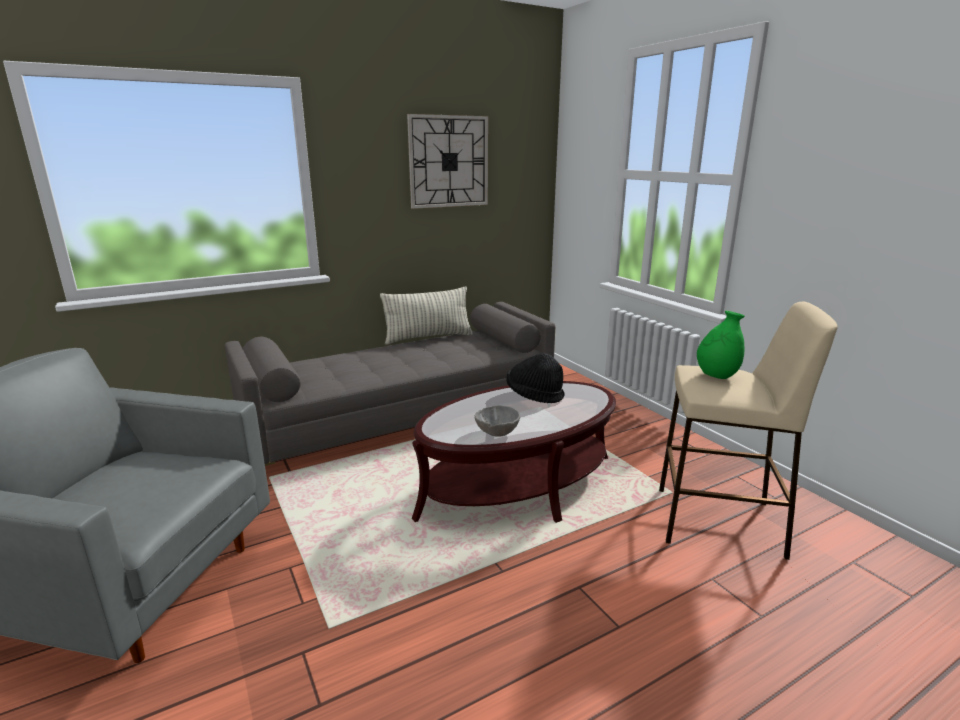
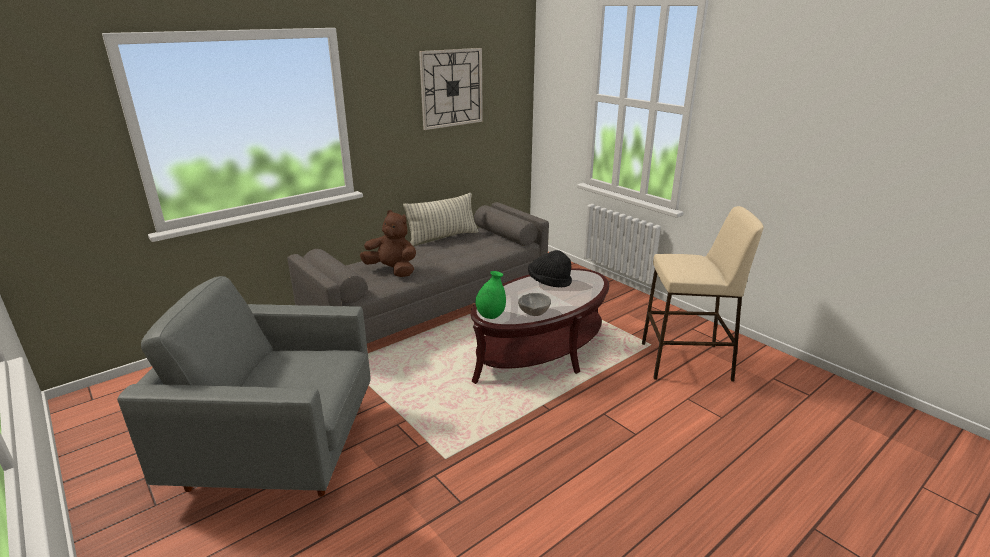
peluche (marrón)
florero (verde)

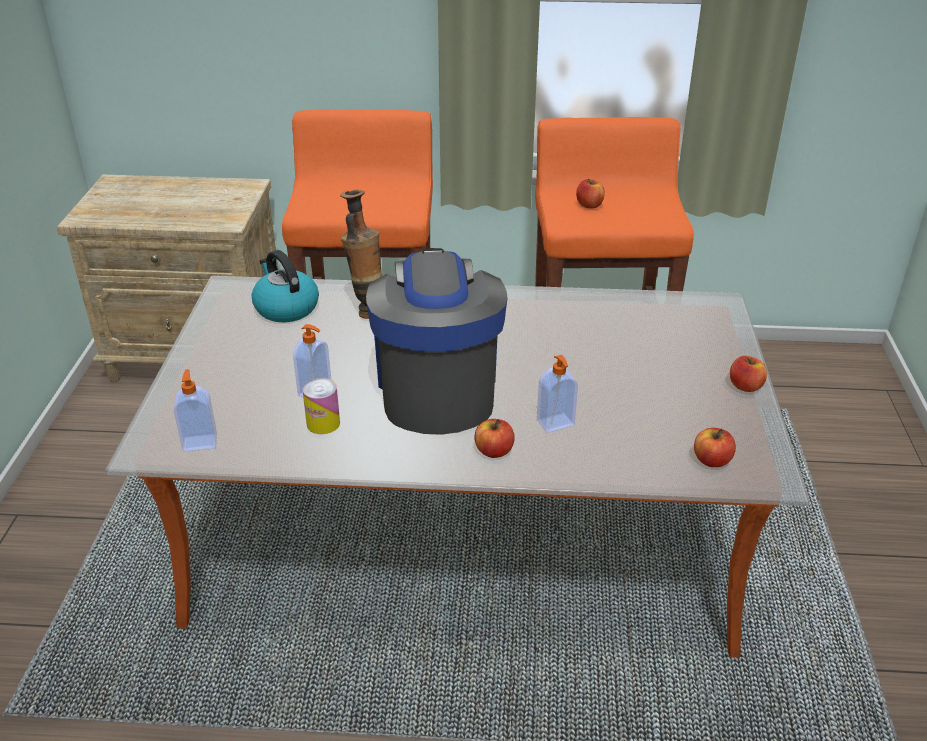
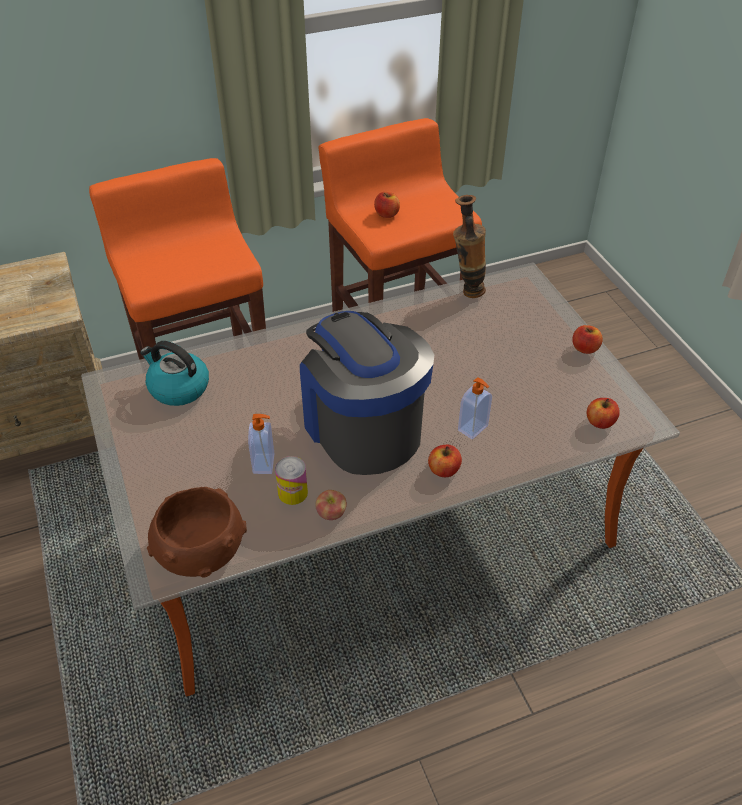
cuenco (marrón)
manzana (no. 1 from left)
florero

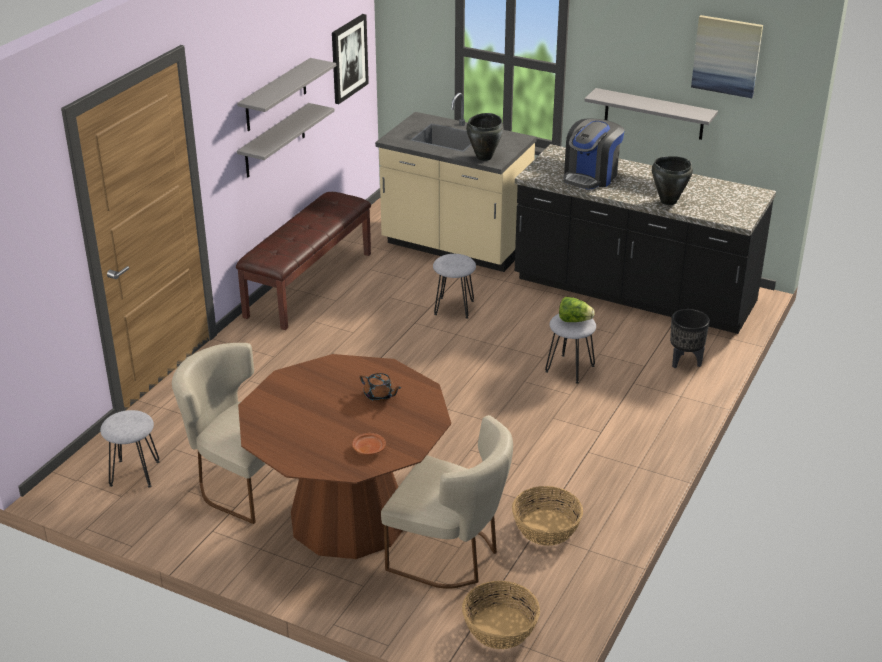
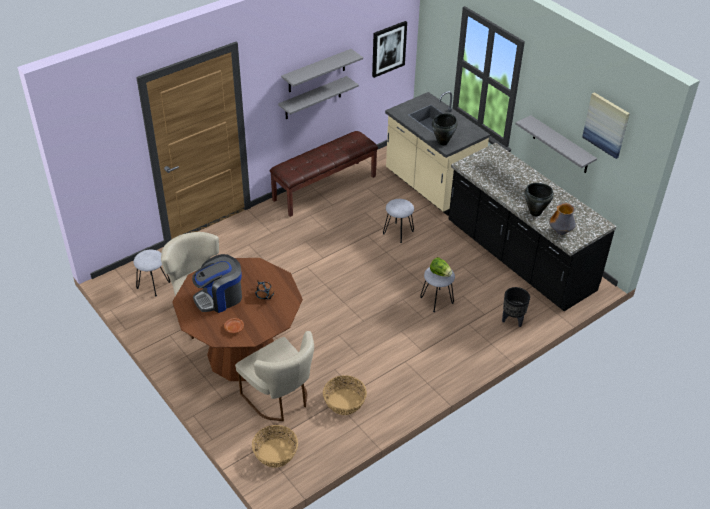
cafetera
florero

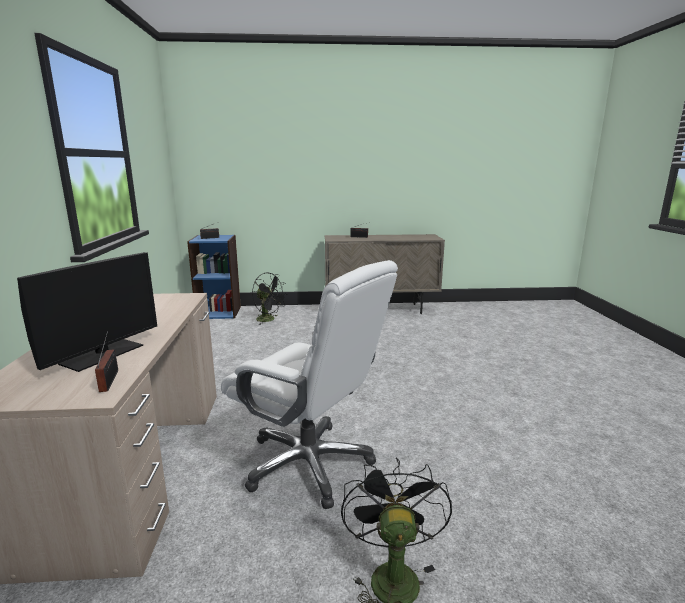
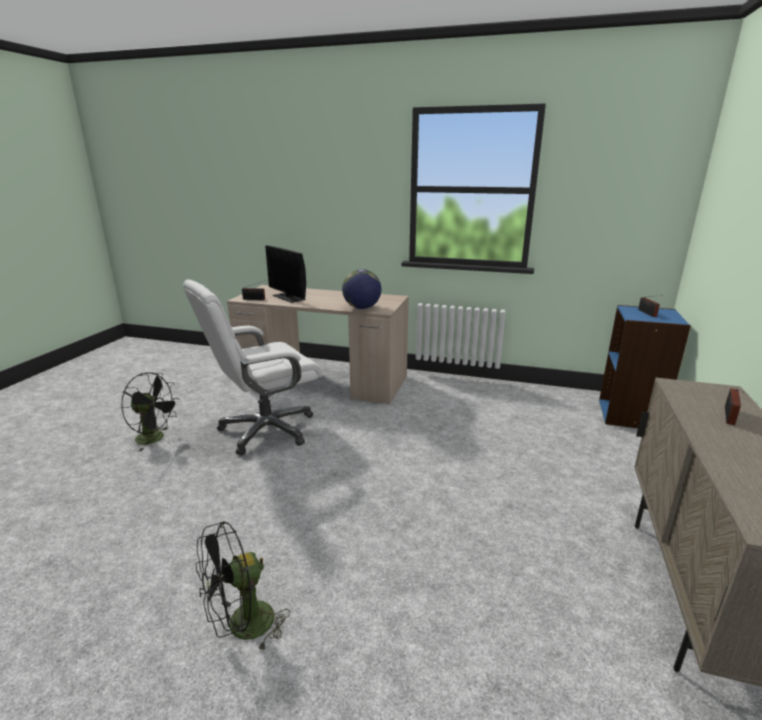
ventilador (negro) (no. 2 from left)
globo terráqueo

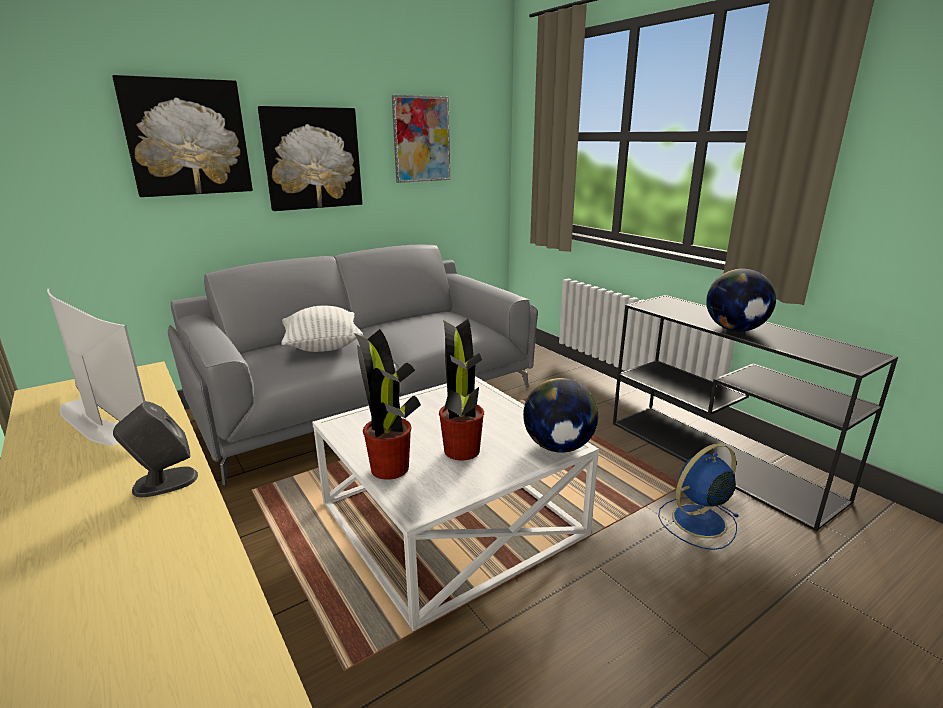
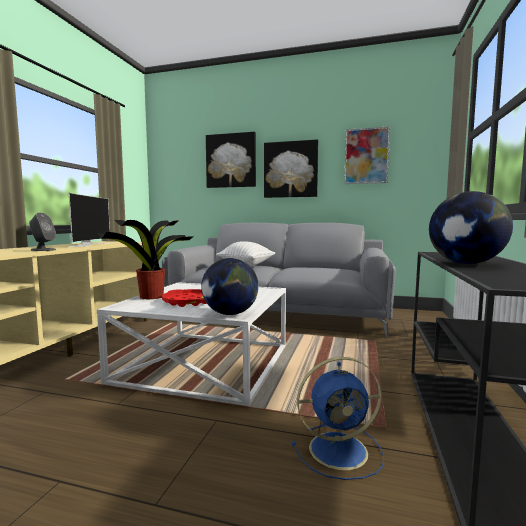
bandeja (rojo)
ventilador (azul)

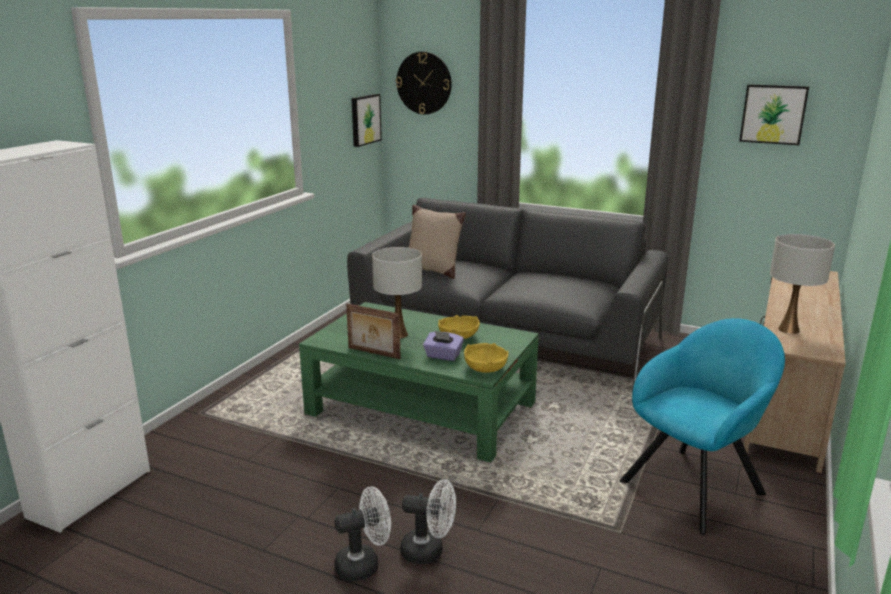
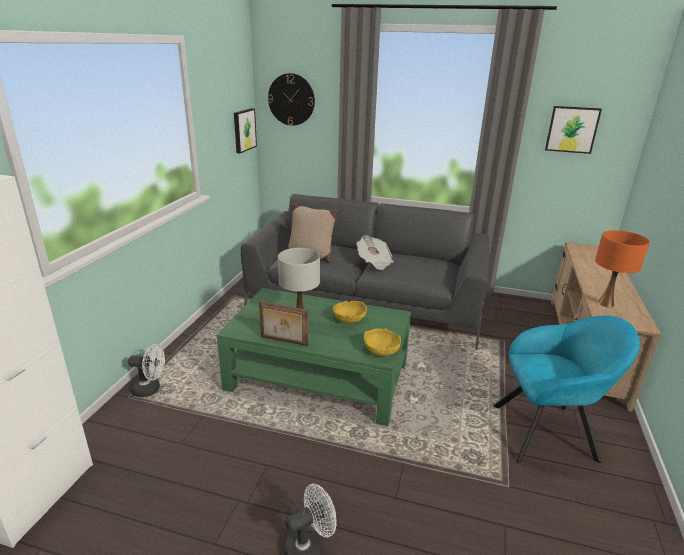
ventilador (blanco) (no. 1 from left)
periódico
sillón (turquesa)
lámpara de mesa (naranja)
caja de pañuelos (morado)

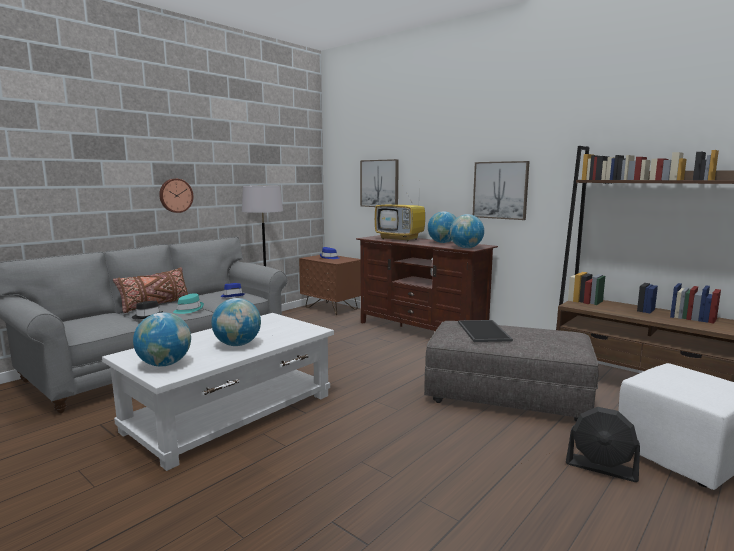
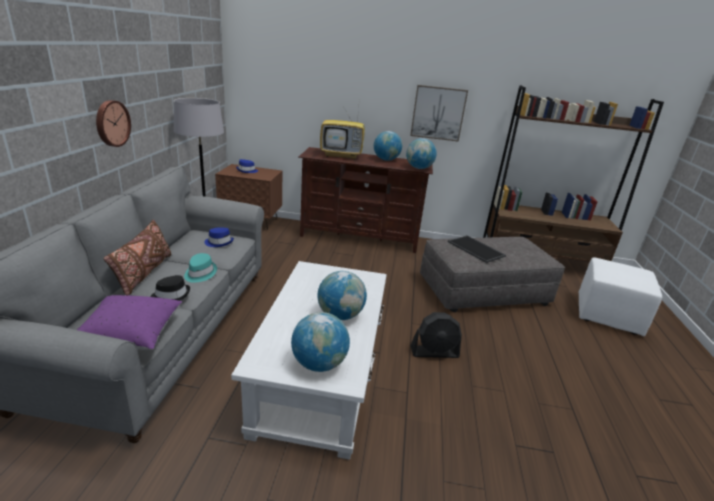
cojín (morado)
ventilador (negro)
cuadro (no. 1 from left in the first image)

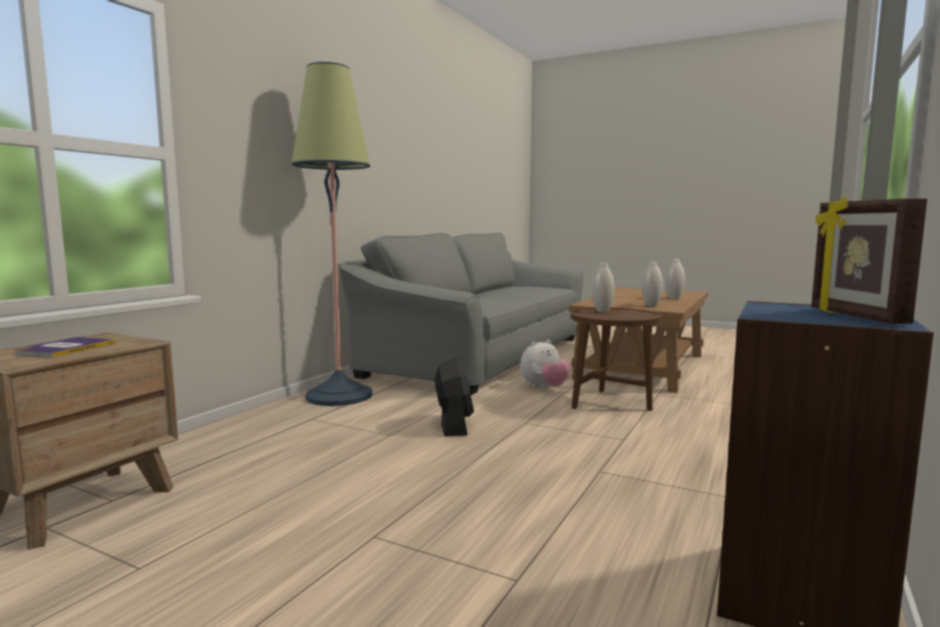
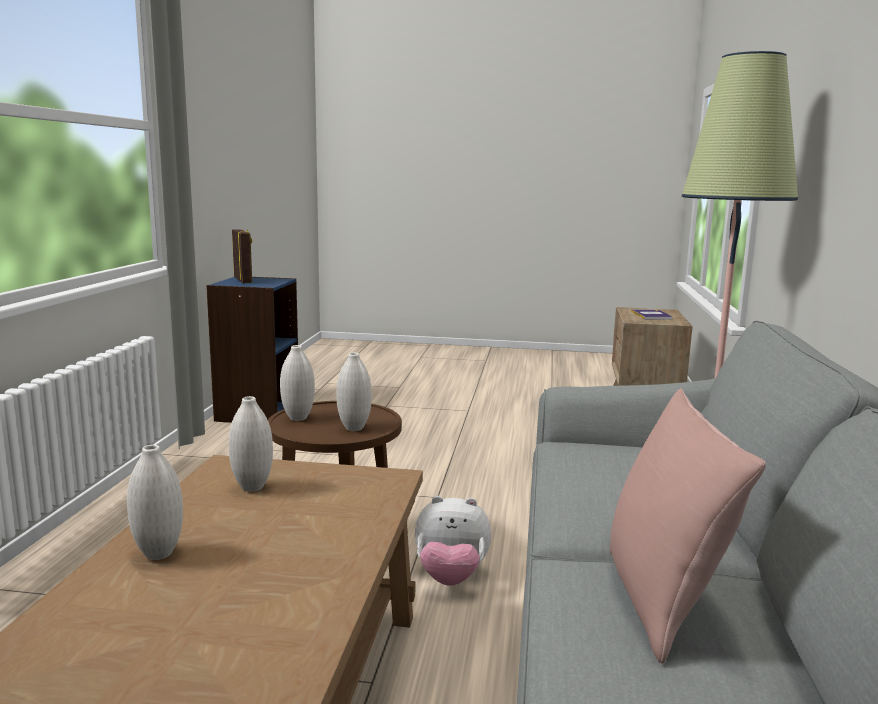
florero (blanco) (no. 3 from left)
peluche
cojín (rosa)
ventilador (negro)

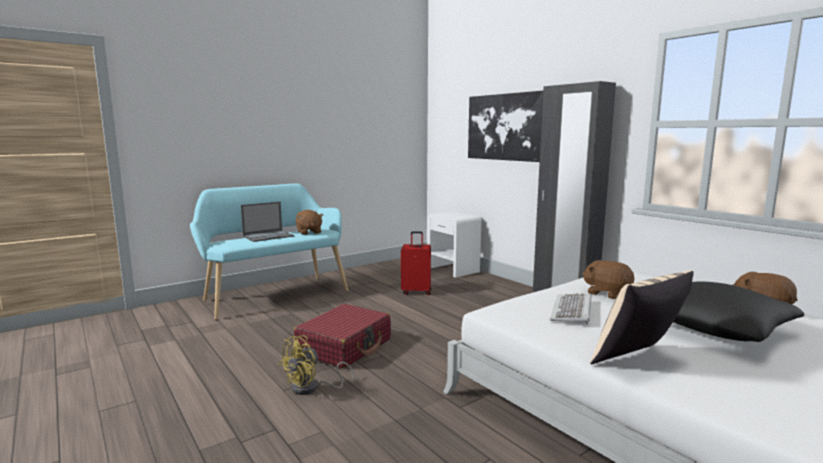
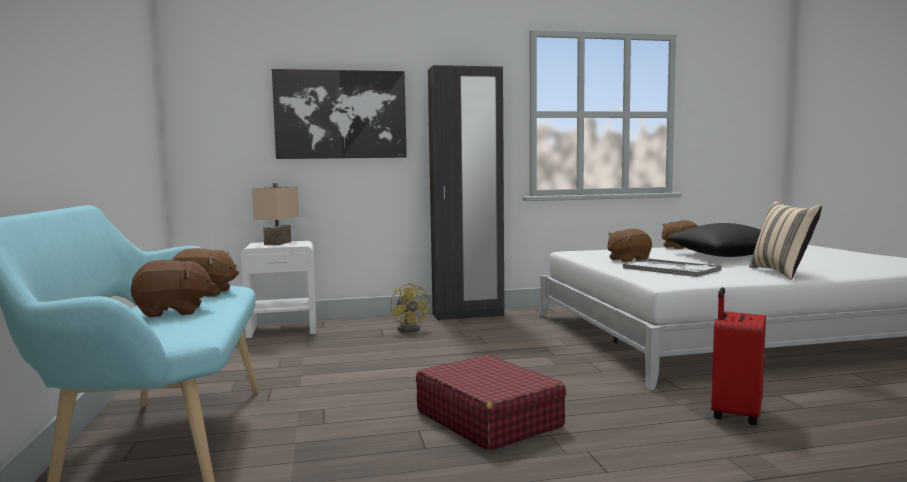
peluche (marrón) (no. 1 from left)
lámpara de mesa (beis)
ventilador (amarillo)
bandeja
maleta (rojo) (no. 2 from left)

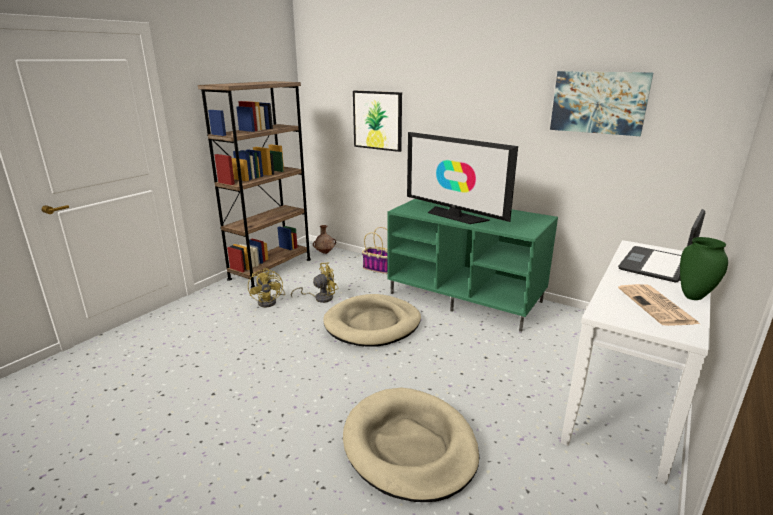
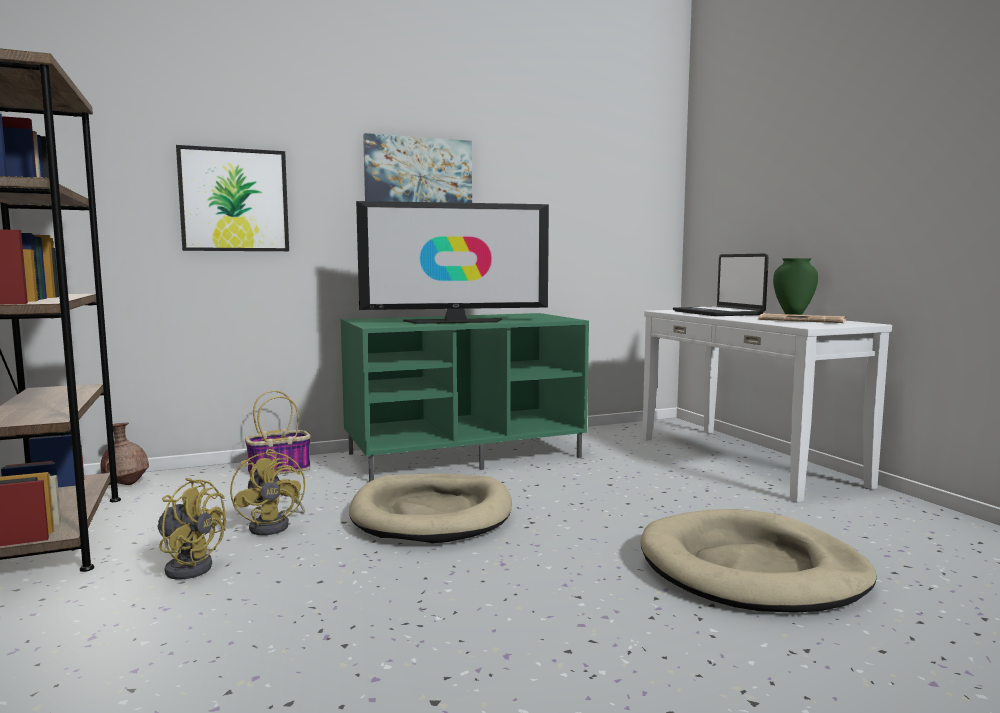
ventilador (amarillo) (no. 2 from left)
cuadro (no. 2 from left)

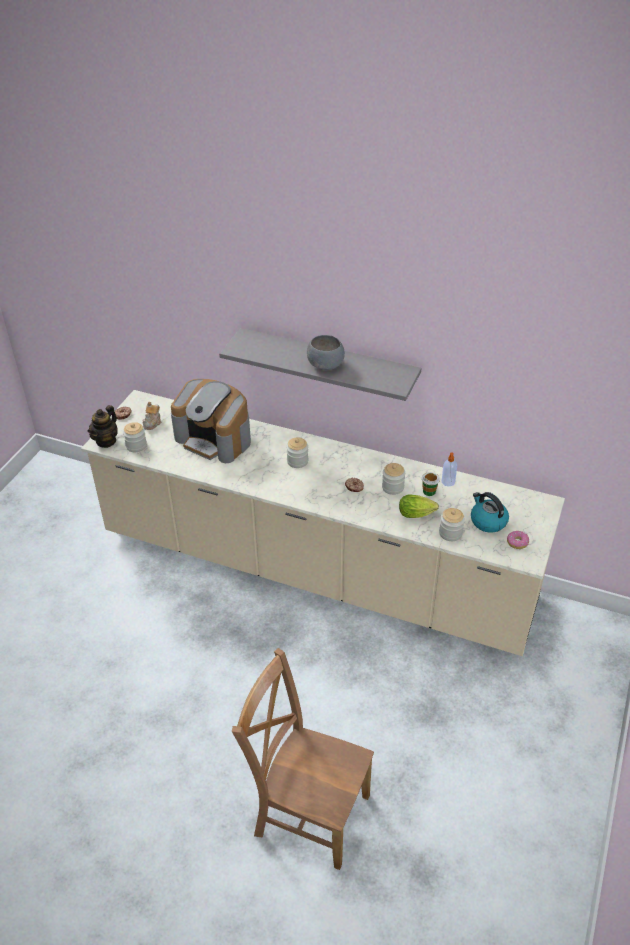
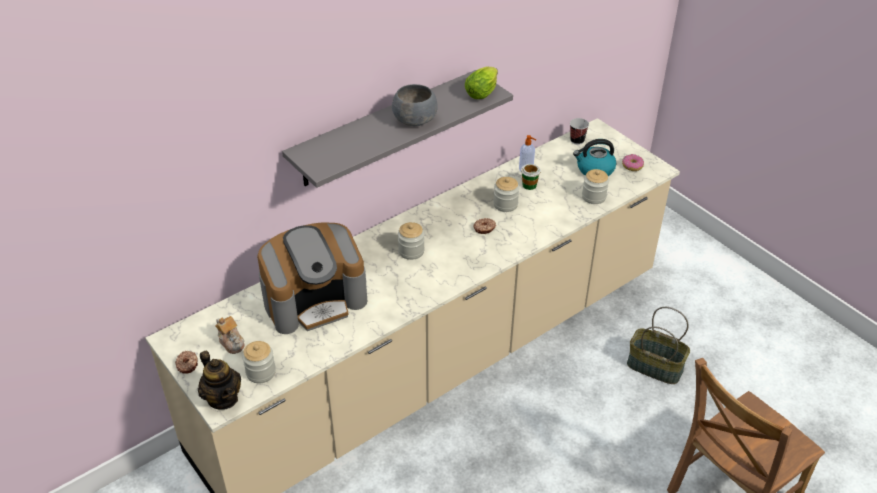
lechuga
taza (no. 2 from left)
cesta

